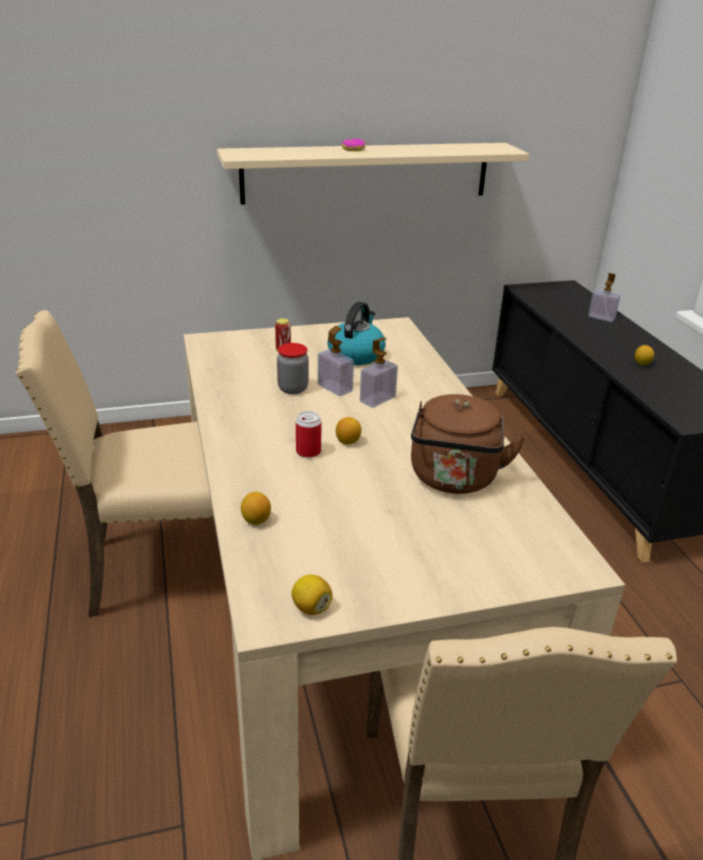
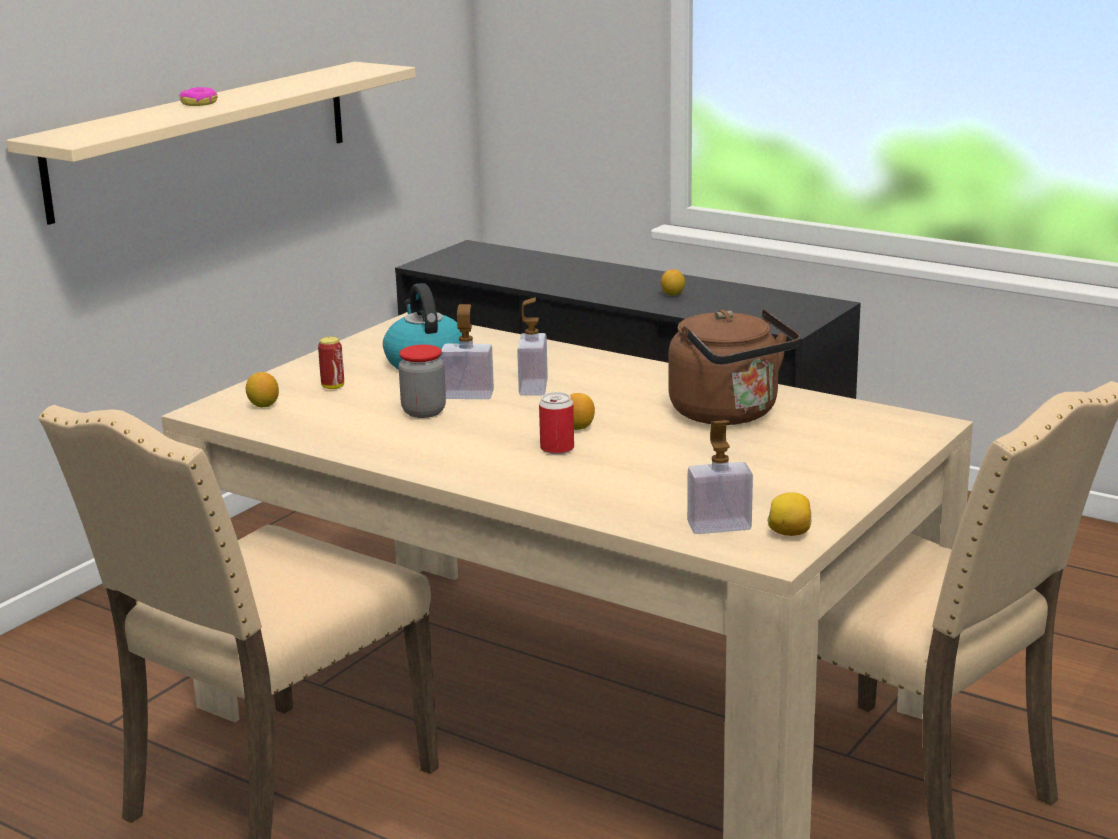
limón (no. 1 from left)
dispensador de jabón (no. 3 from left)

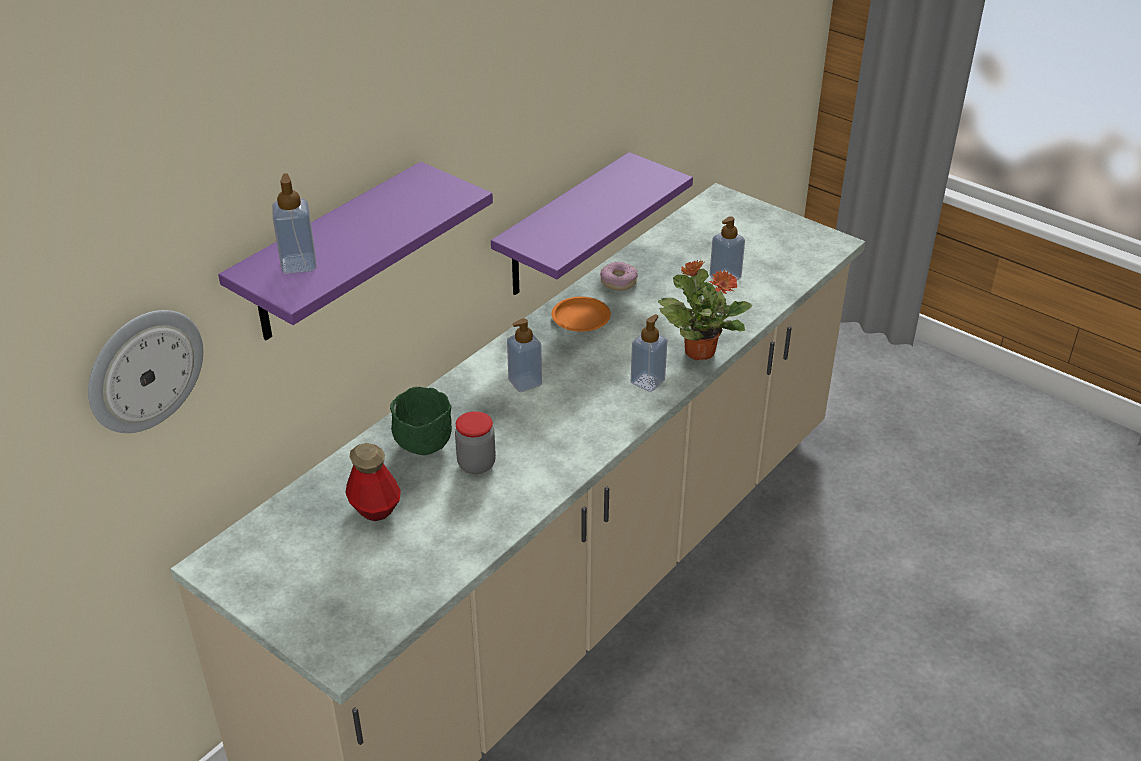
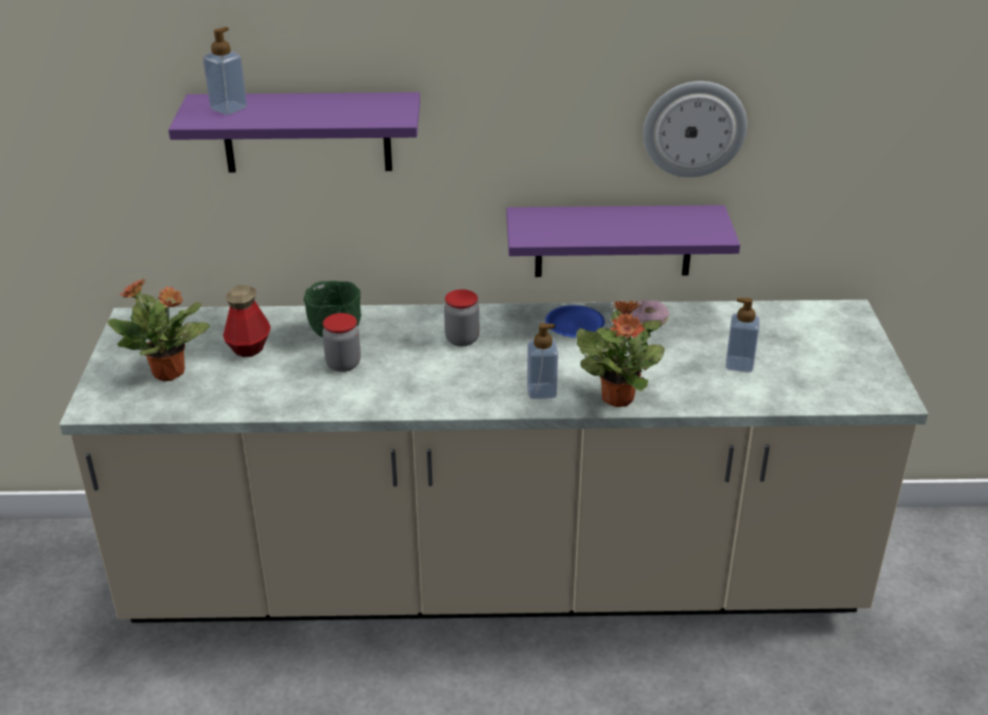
planta en maceta (no. 1 from left)
tarro (no. 2 from left)
plato (azul)
reloj de pared

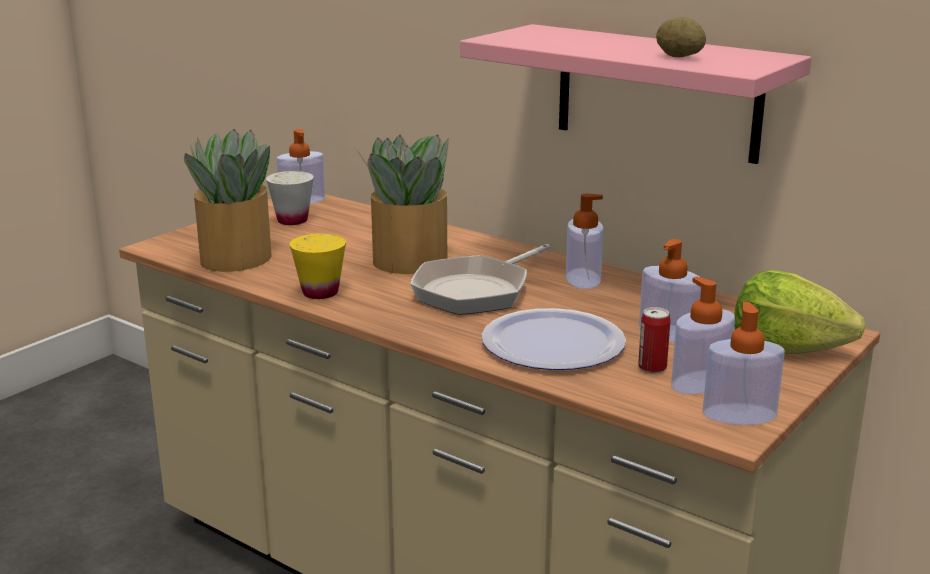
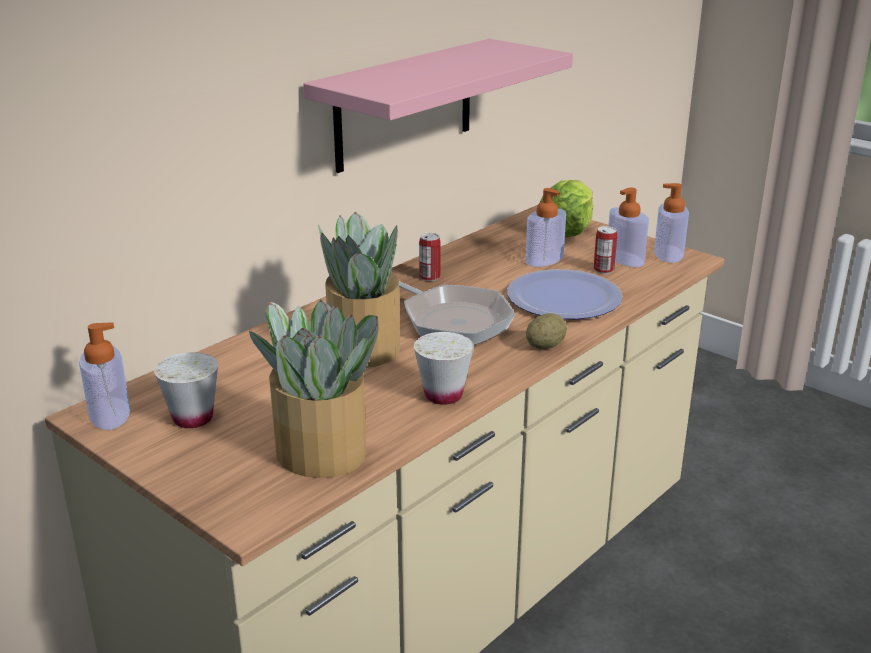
taza (blanco) (no. 2 from left)
lata (no. 1 from left)
patata

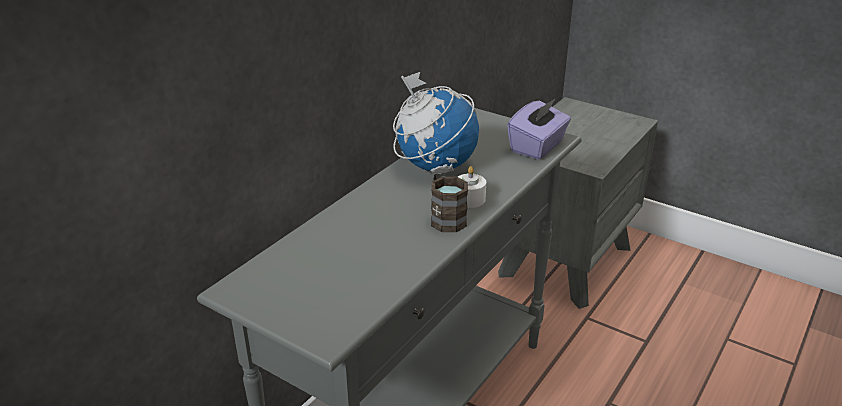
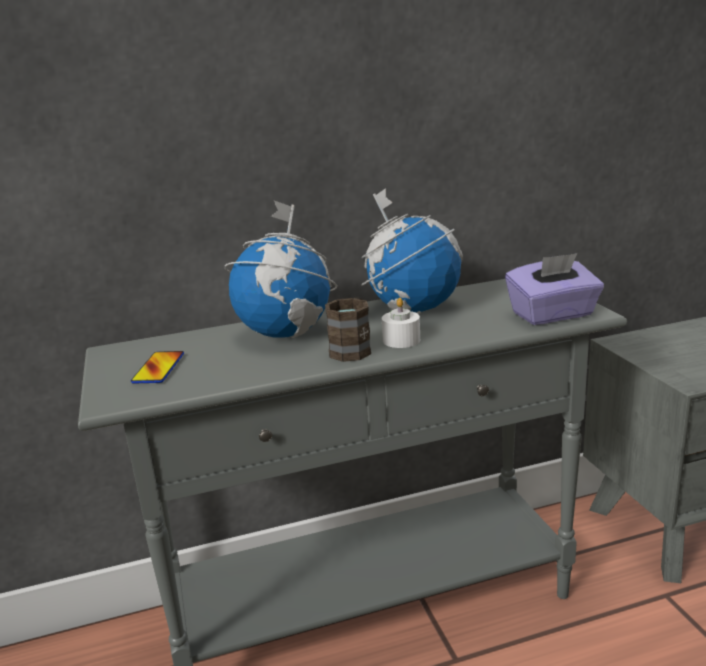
móvil
globo terráqueo (no. 1 from left)

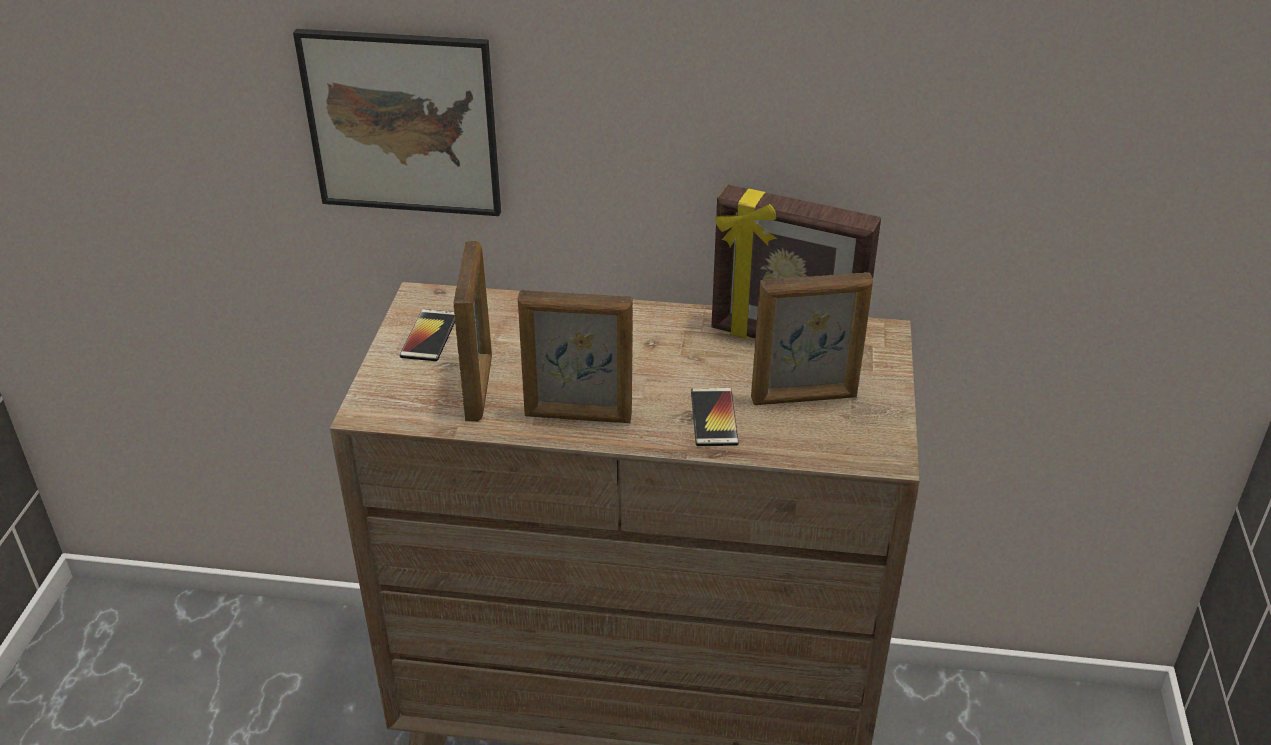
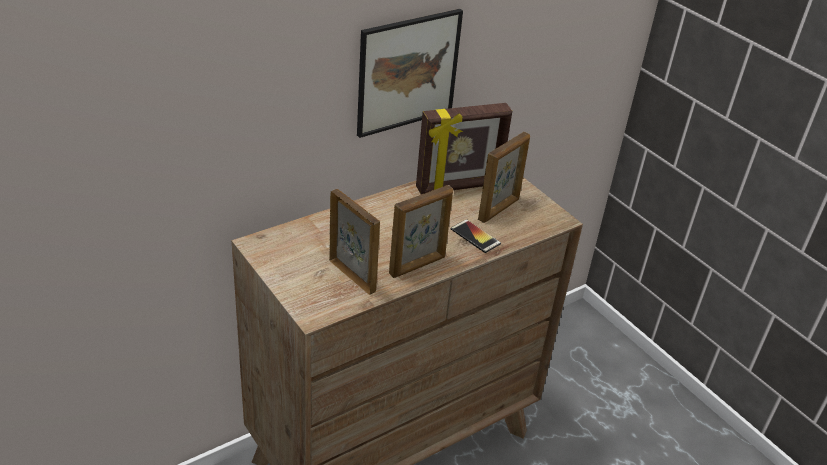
cuadro
móvil (no. 1 from left in the first image)

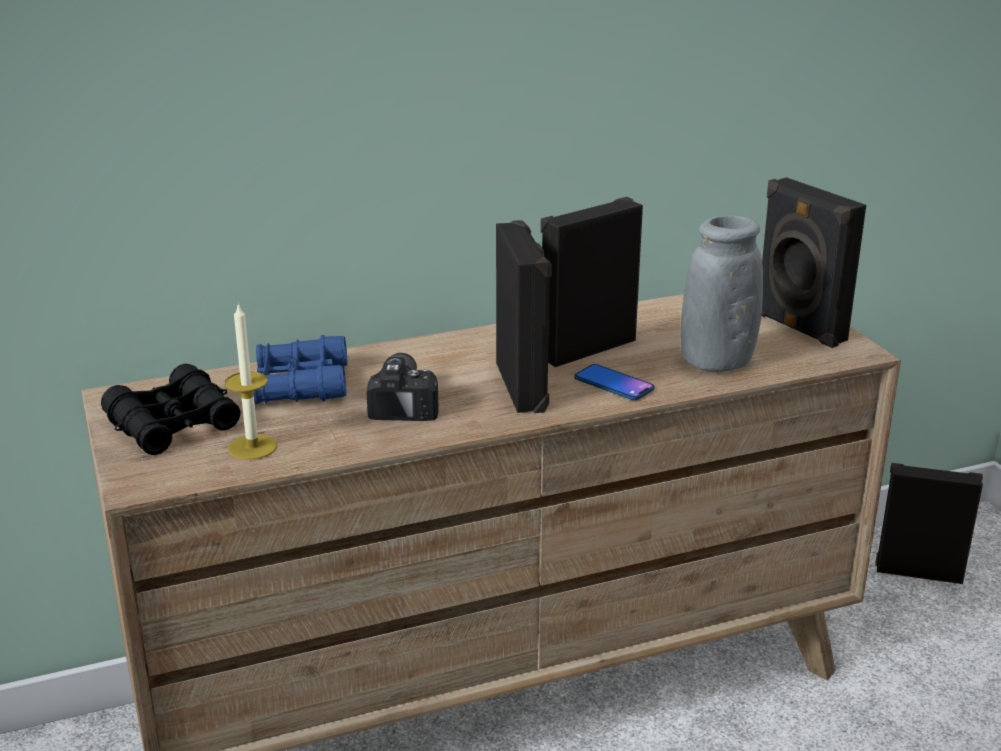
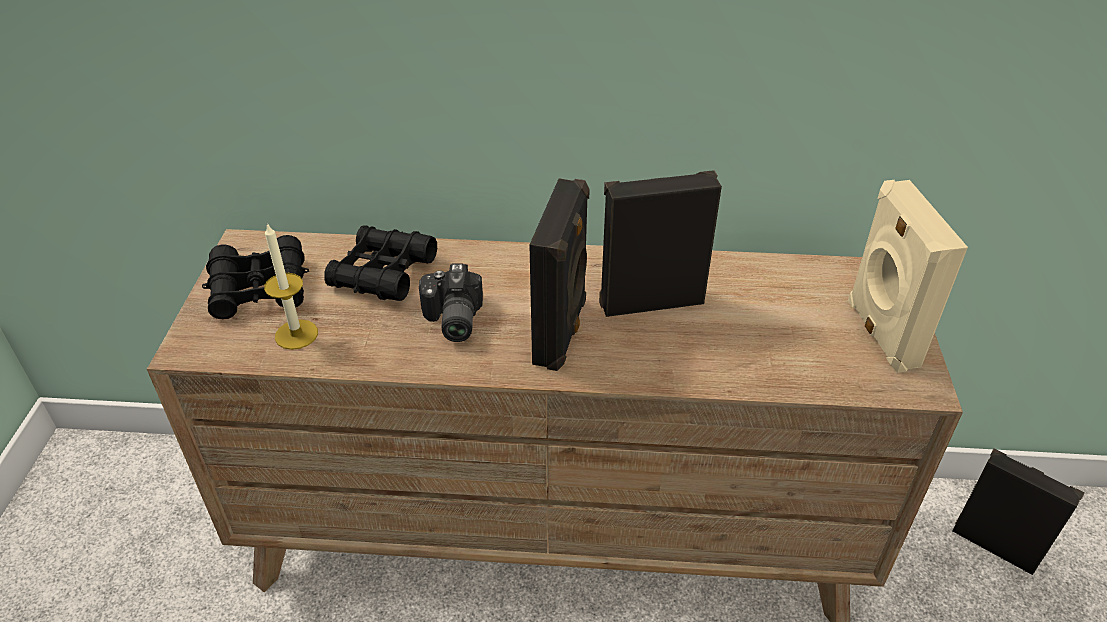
prismáticos (negro) (no. 2 from left)
cámara
altavoz (beis)
móvil
florero (gris)

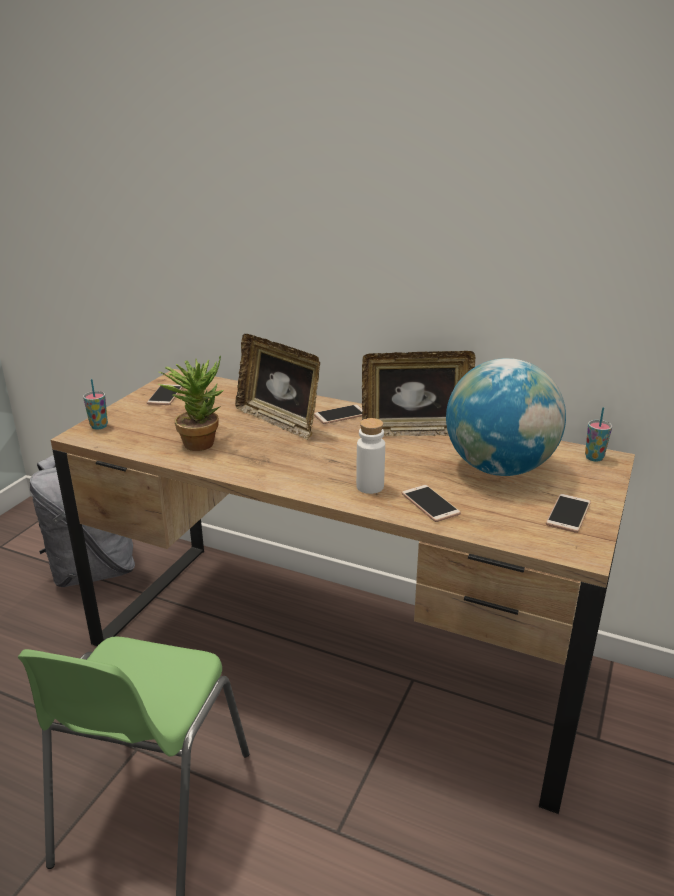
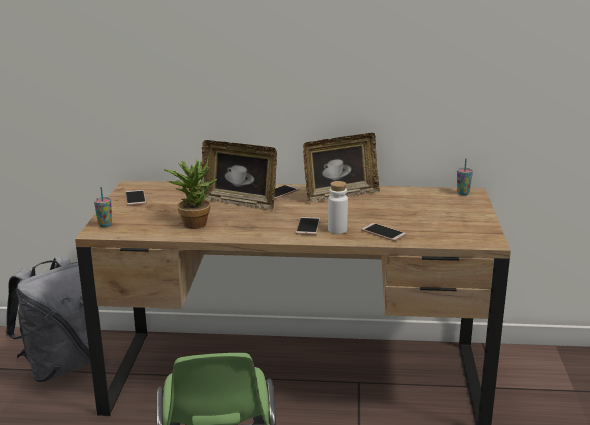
móvil (no. 3 from left)
globo terráqueo

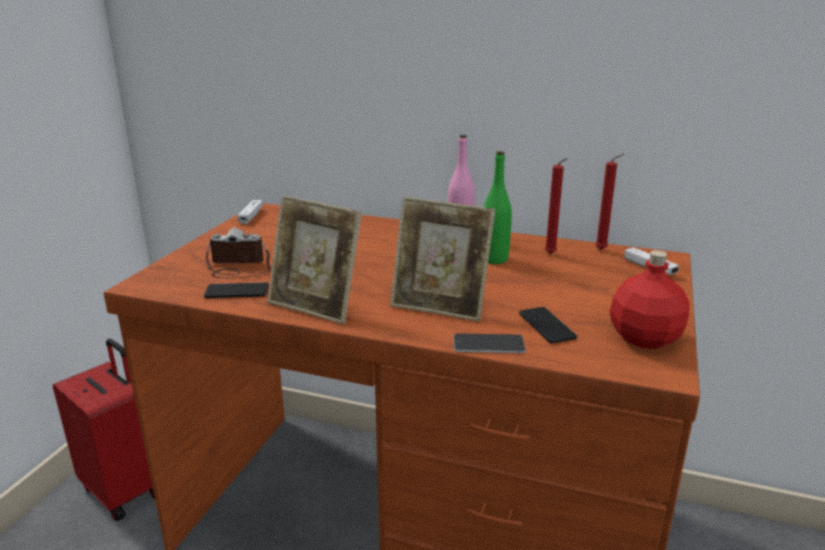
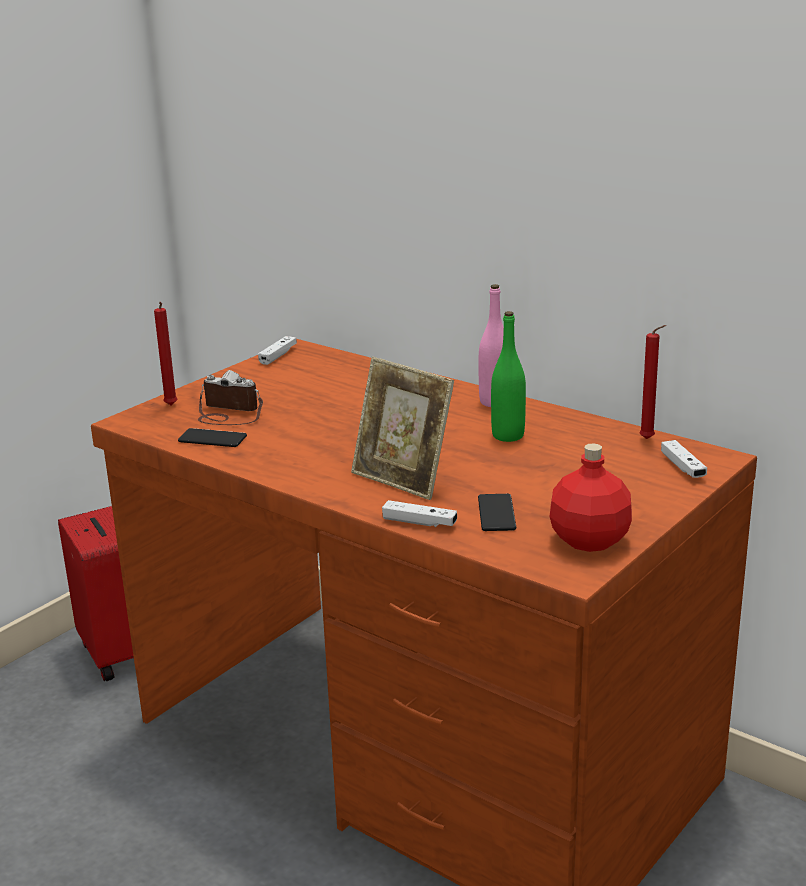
vela (rojo) (no. 1 from left)
mando de consola (blanco) (no. 2 from left)
portarretratos (no. 1 from left in the first image)

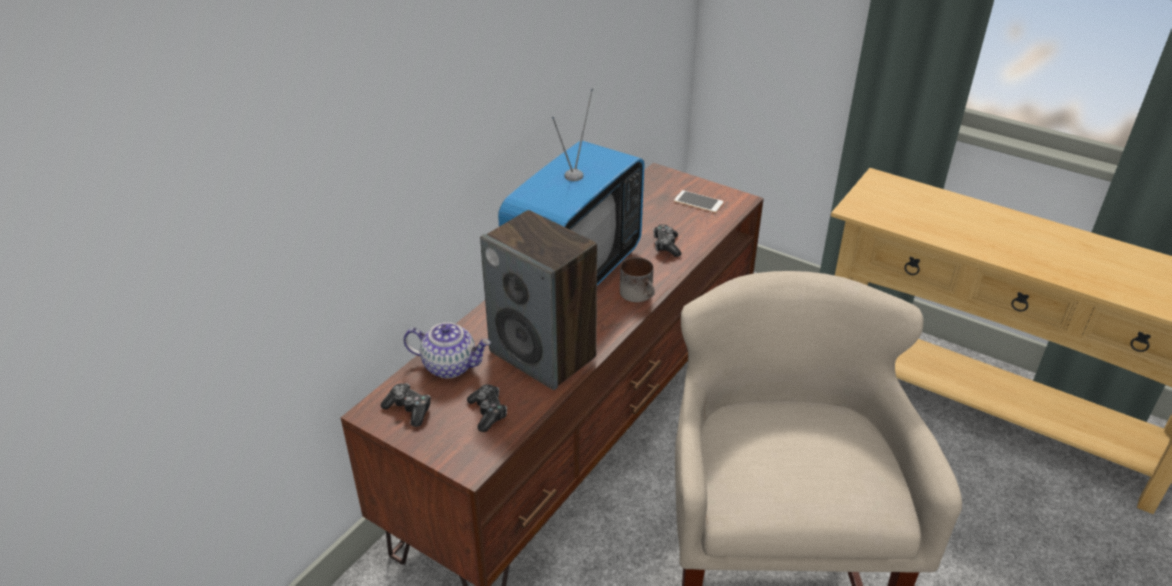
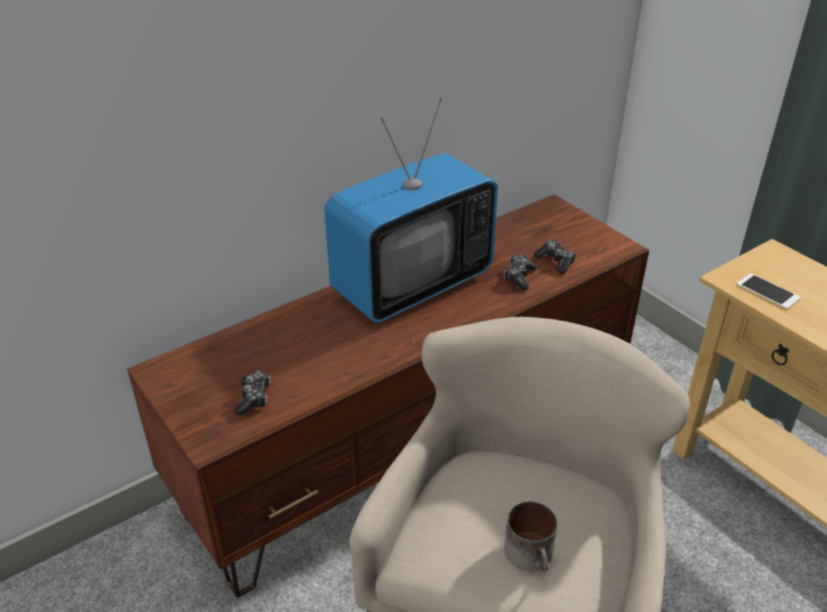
taza grande
mando de consola (no. 3 from left)
móvil
tetera
altavoz

